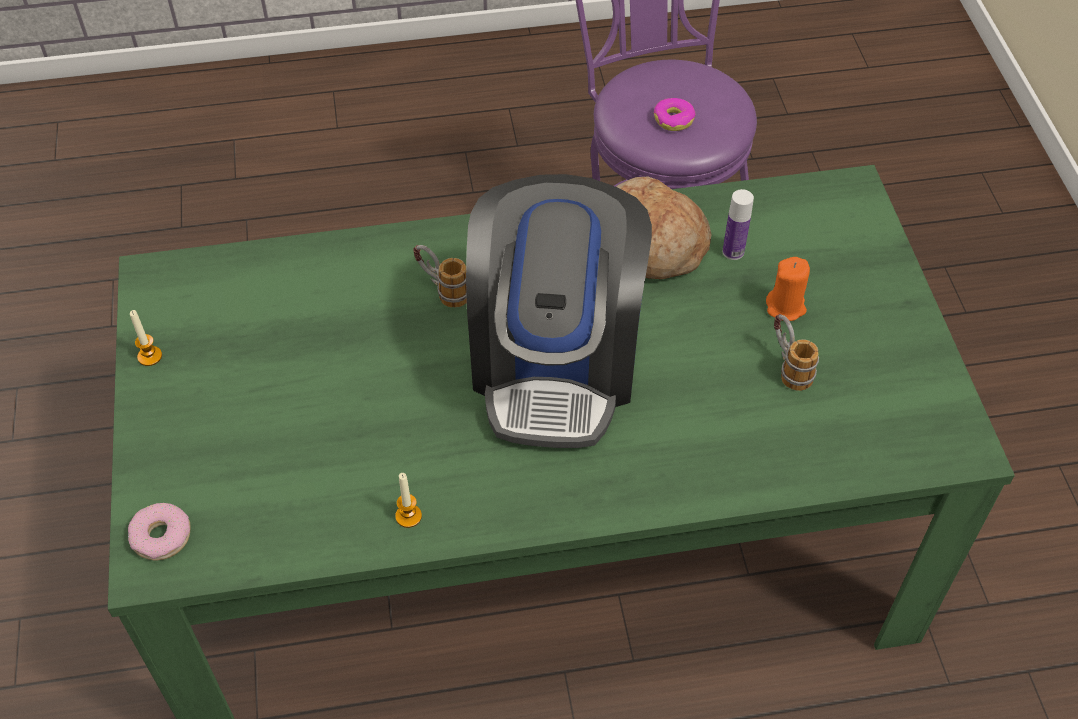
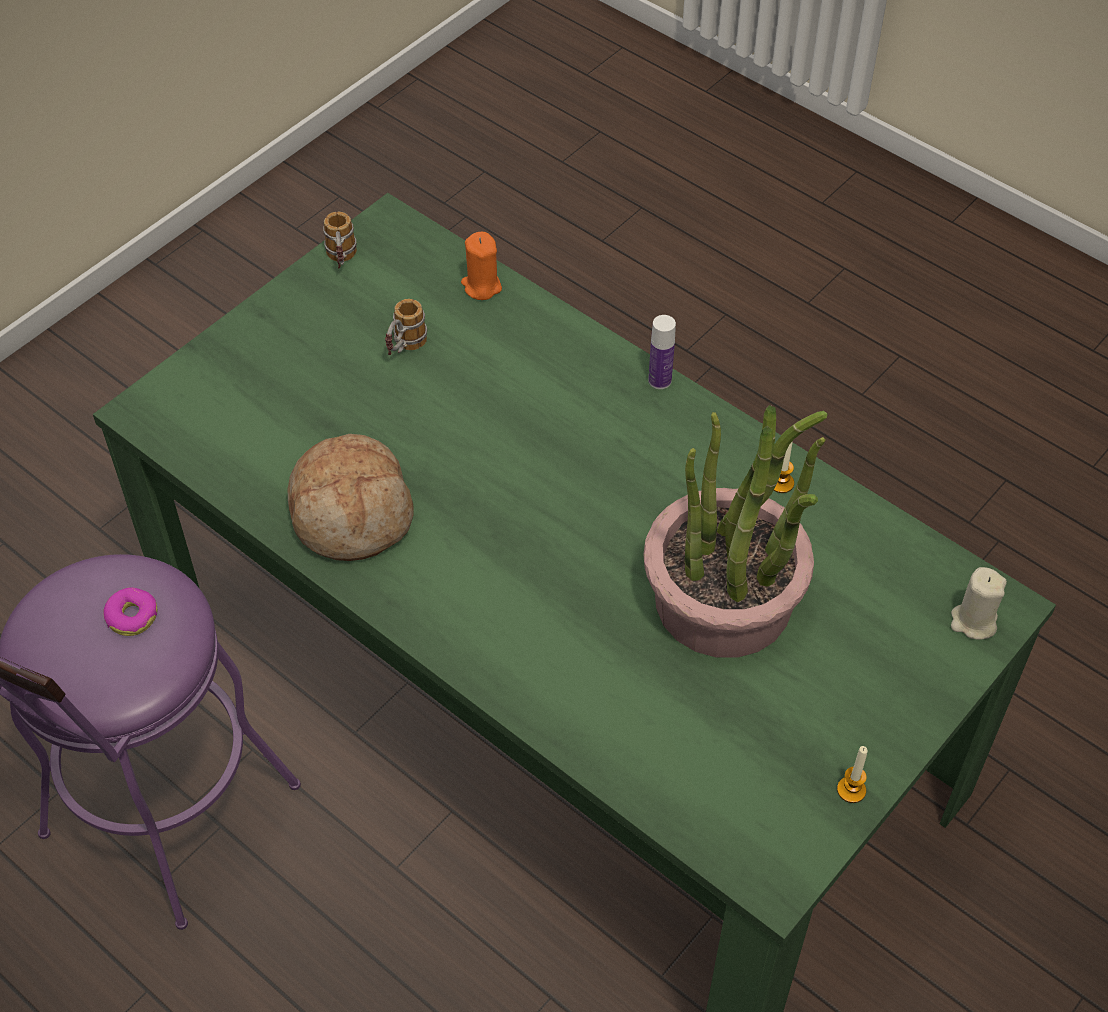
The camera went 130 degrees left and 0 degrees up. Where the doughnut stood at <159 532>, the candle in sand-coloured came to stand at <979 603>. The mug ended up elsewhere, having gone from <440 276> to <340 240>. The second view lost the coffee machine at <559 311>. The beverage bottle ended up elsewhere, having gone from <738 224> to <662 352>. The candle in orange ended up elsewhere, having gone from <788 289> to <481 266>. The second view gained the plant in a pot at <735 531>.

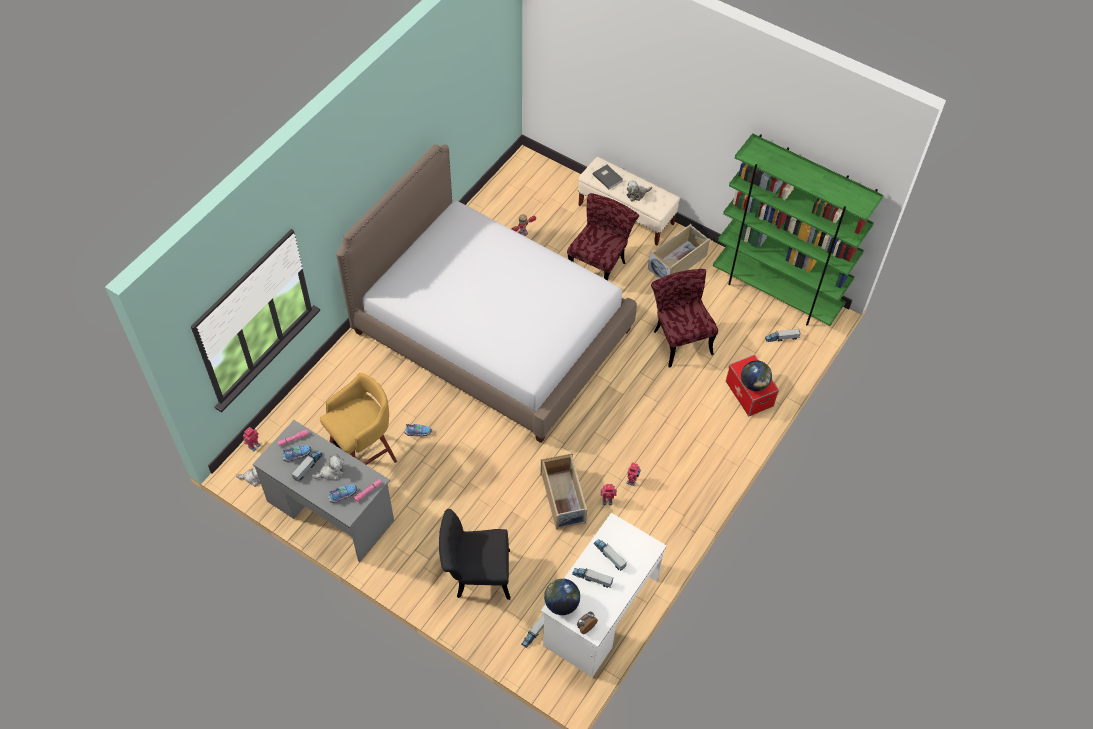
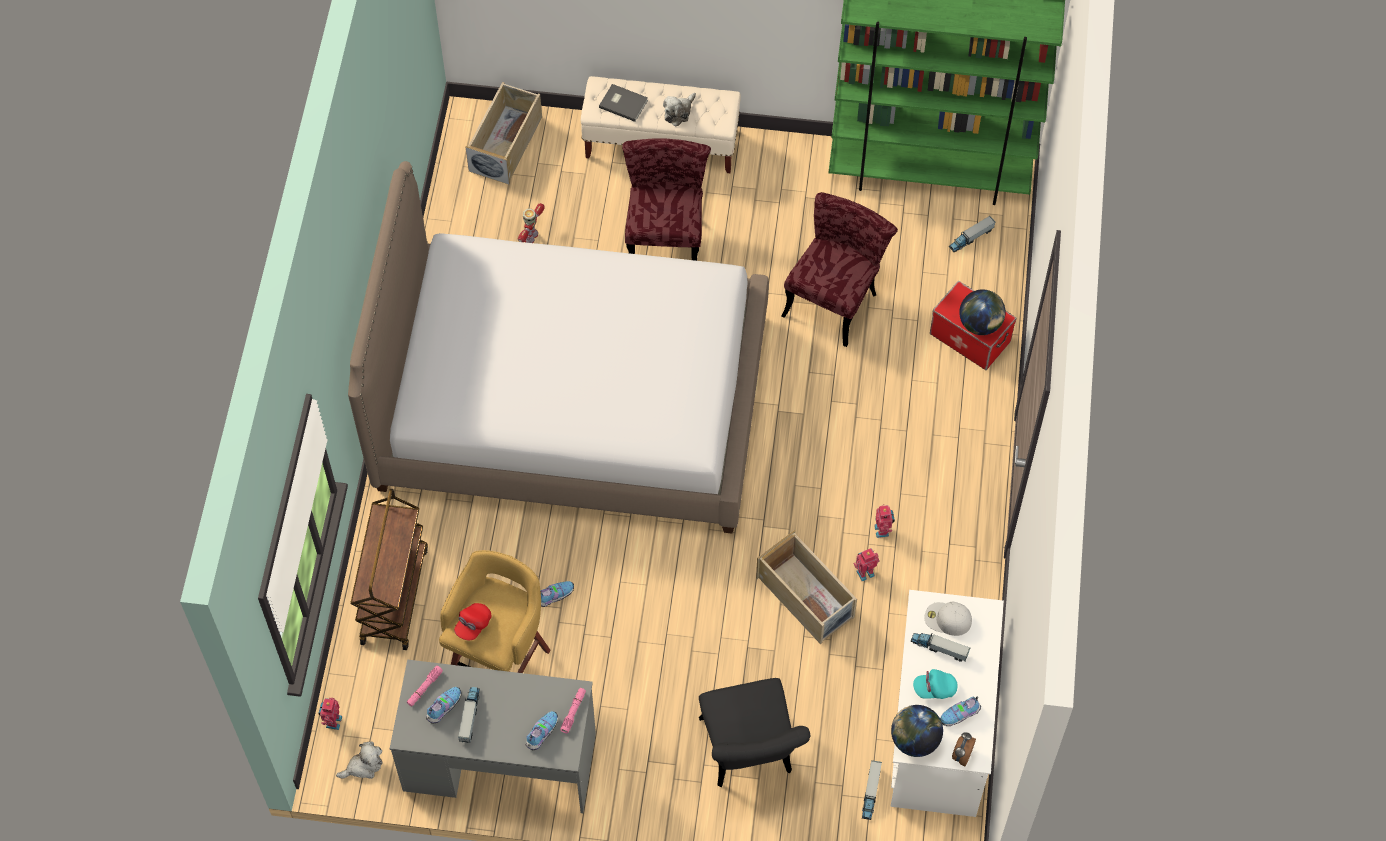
The camera went 25 degrees left and 5 degrees up. The second view lost the soft toy at <328 467>. The upright chair in black at <474 554> ended up facing another way, 75 degrees counterclockwise from before. Where the model truck stood at <592 578>, the cap in blue-green came to stand at <935 684>. The storage box in sand-coloured ended up elsewhere, having gone from <679 251> to <503 133>. The upright chair in red at <684 318> ended up facing another way, 75 degrees clockwise from before. The second view gained the cart in brownish at <389 569>. The second view gained the cap in red at <472 621>. The second view gained the cap in white-coloured at <948 619>. The second view gained the shoe at <960 711>.

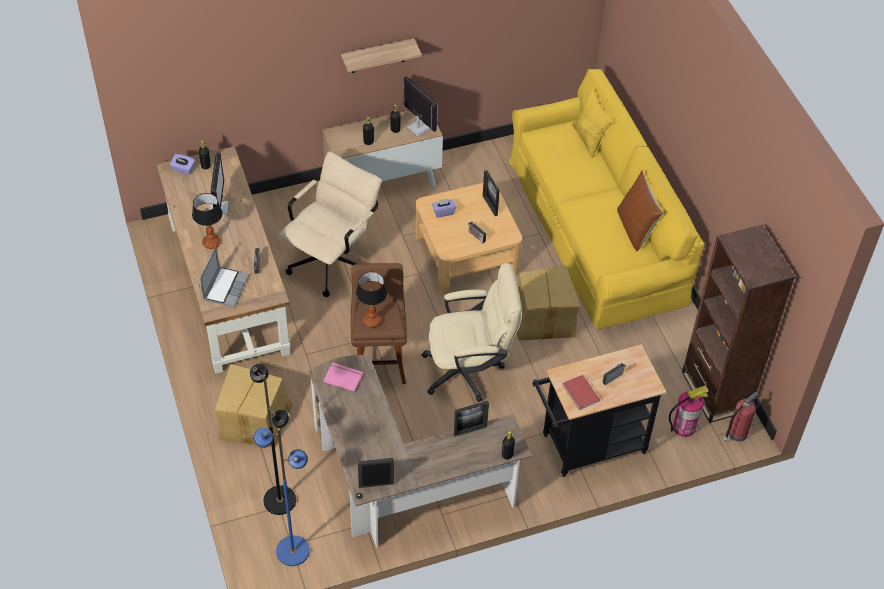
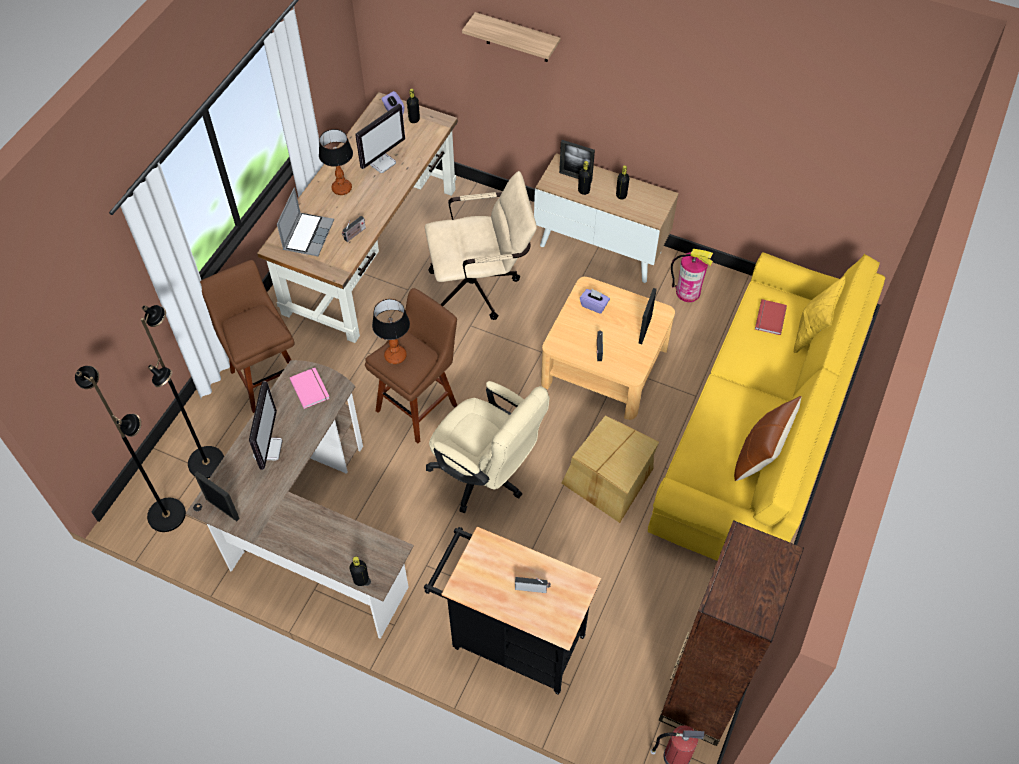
The camera went 45 degrees right and 5 degrees up. The notebook computer at <224 276> ended up facing another way, 45 degrees counterclockwise from before. Where the packing box stood at <253 406>, the sitting stool in brownish came to stand at <247 336>. What was the standing lamp in blue at <281 497> turned into the standing lamp in black at <130 449>. The wall shelf ended up elsewhere, having gone from <381 55> to <511 37>. The monitor ended up elsewhere, having gone from <420 106> to <266 425>. The standing frame ended up elsewhere, having gone from <471 419> to <577 161>. The volume in red ended up elsewhere, having gone from <581 392> to <771 317>. The fire-fighting cylinder ended up elsewhere, having gone from <689 411> to <692 275>.

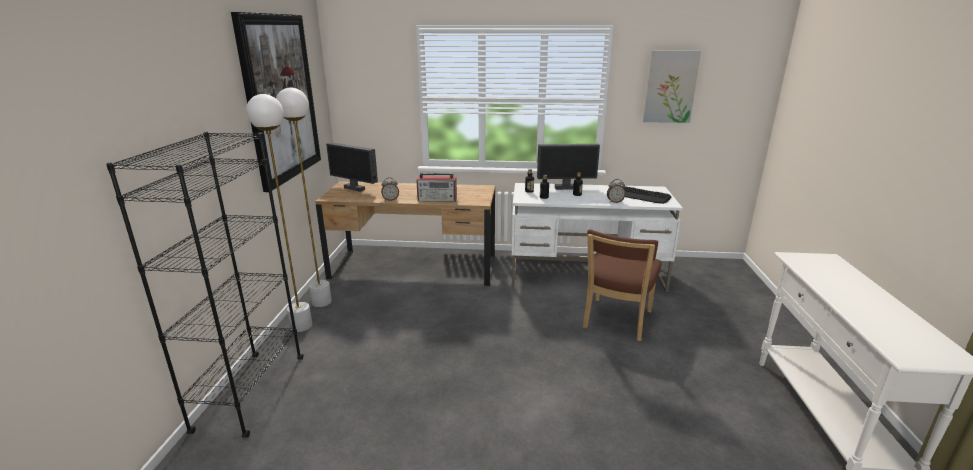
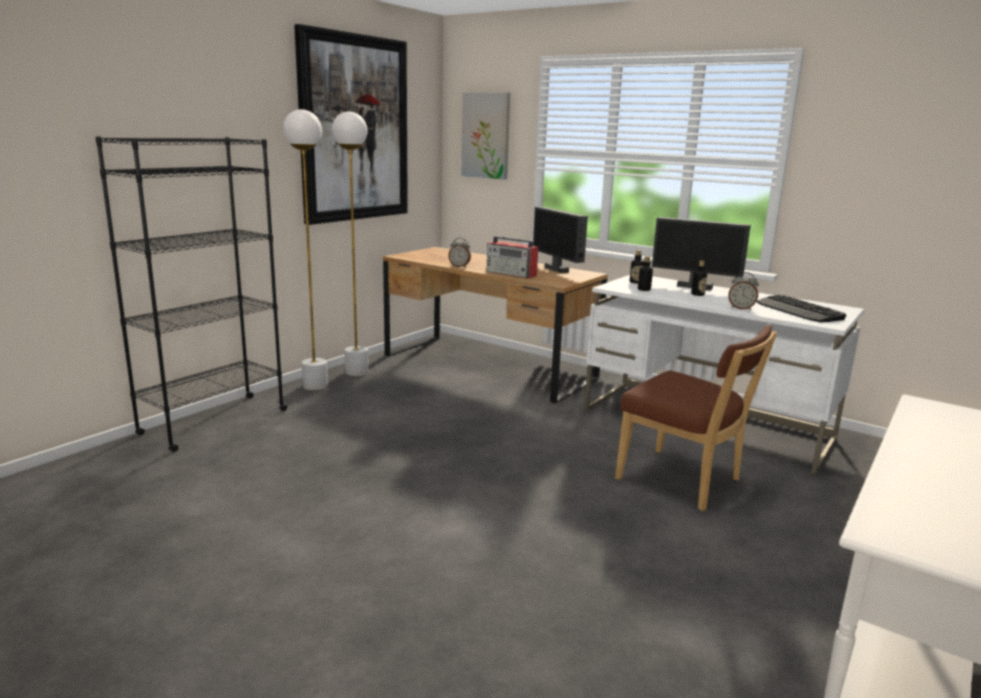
The camera went 30 degrees right and 5 degrees down. The monitor ended up elsewhere, having gone from <352 167> to <560 240>. The upright chair in brownish at <622 285> ended up facing another way, 105 degrees counterclockwise from before. The picture ended up elsewhere, having gone from <672 86> to <485 136>.

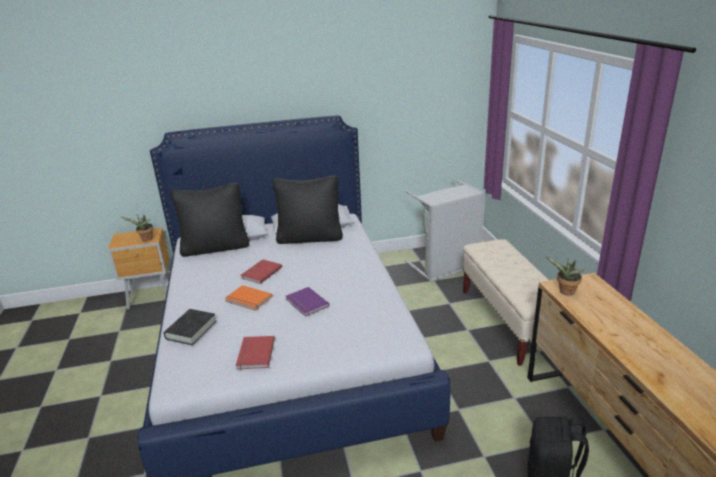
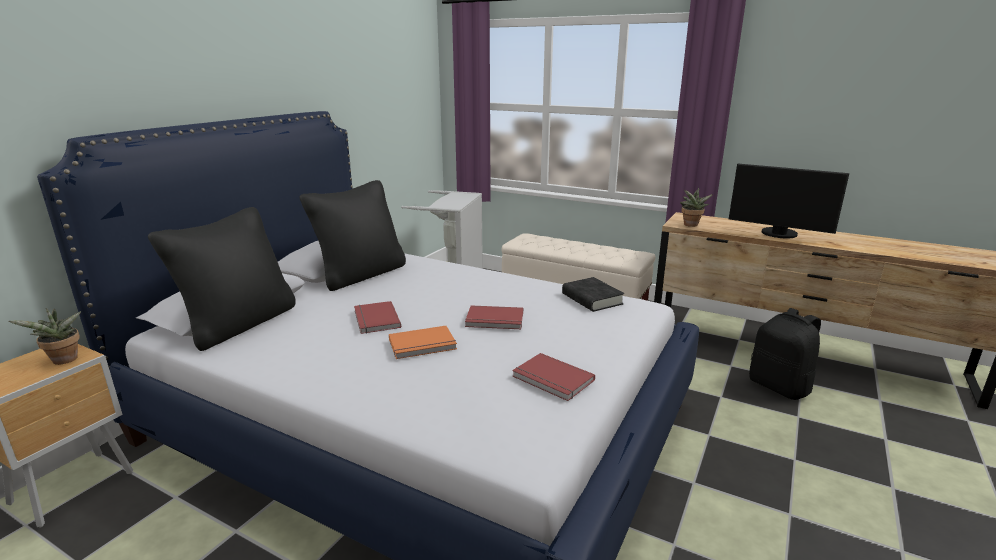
The camera went 50 degrees left and 5 degrees down. The volume in black ended up elsewhere, having gone from <190 327> to <593 294>. What was the volume in purple at <307 302> turned into the volume in red at <494 317>. The second view gained the monitor at <789 201>.

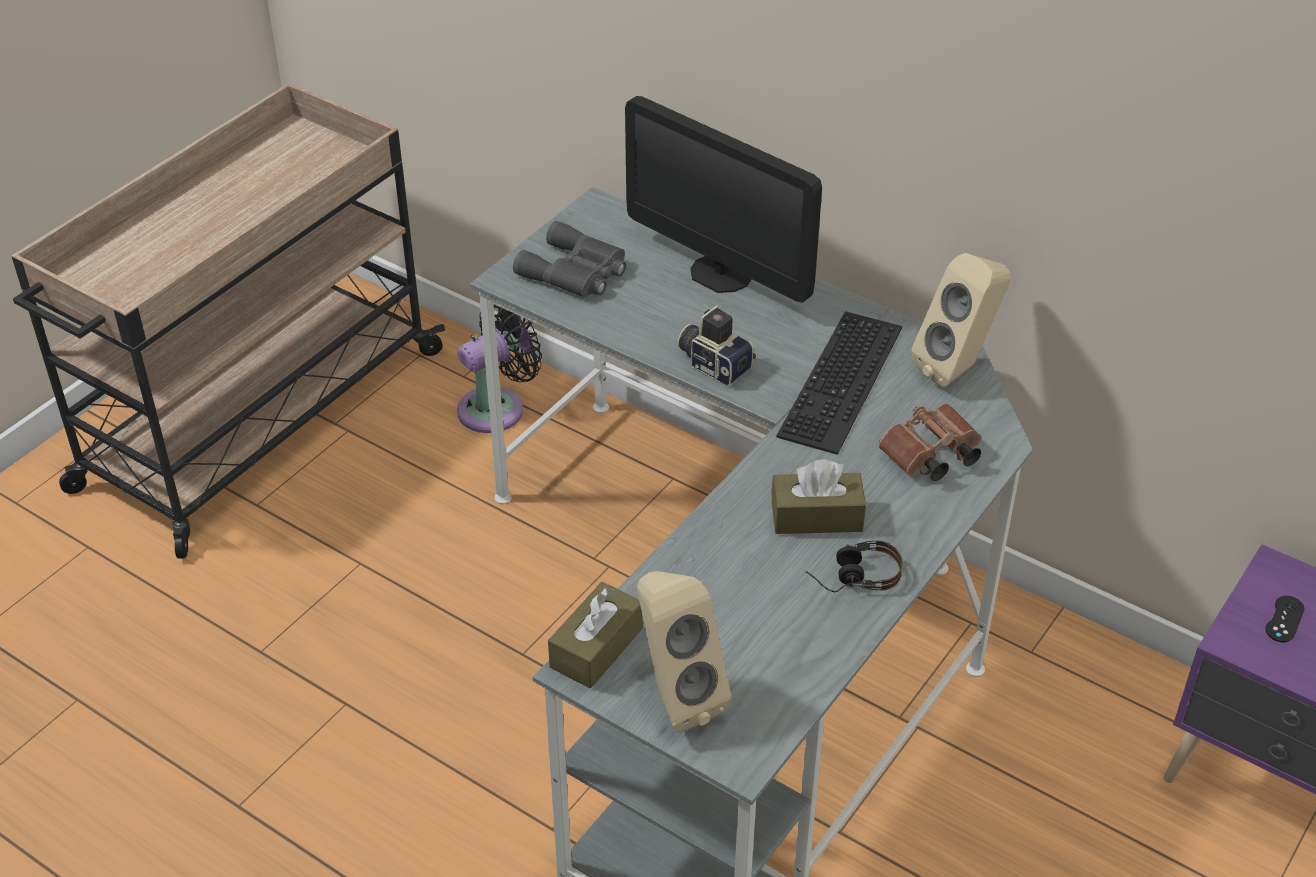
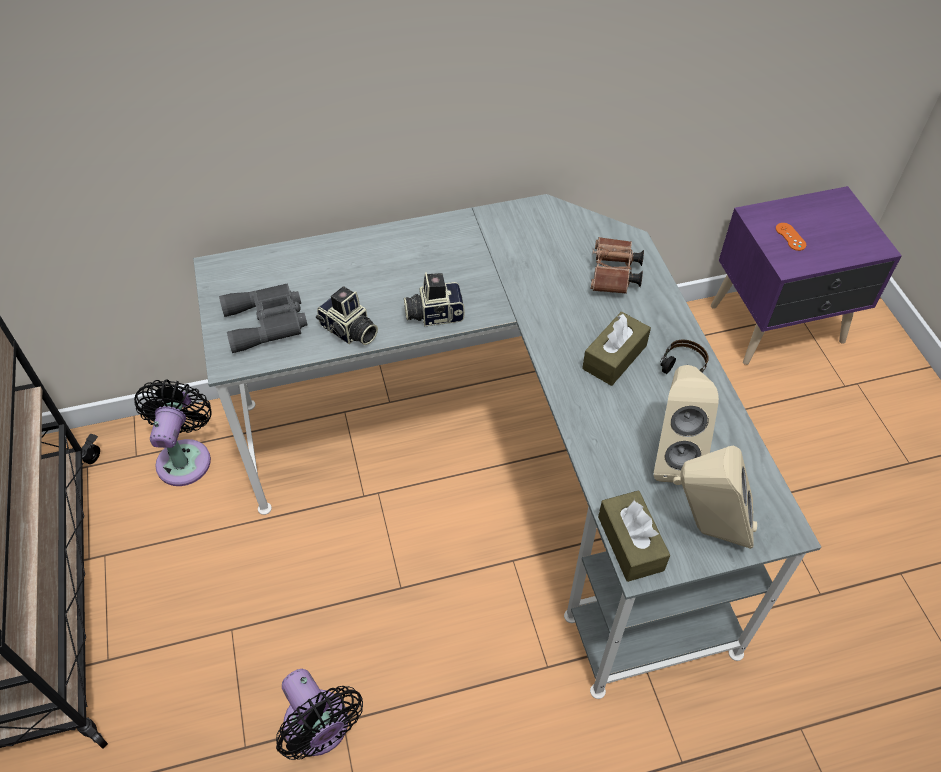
The camera went 50 degrees left and 10 degrees up. The second view lost the monitor at <723 199>. The second view lost the keyboard at <839 383>. The loudspeaker in sand-coloured ended up elsewhere, having gone from <961 320> to <686 425>. What was the joypad in black at <1285 619> turned into the joypad in orange at <791 237>. The second view gained the cooling fan in black at <319 714>. The second view gained the still camera at <347 315>.

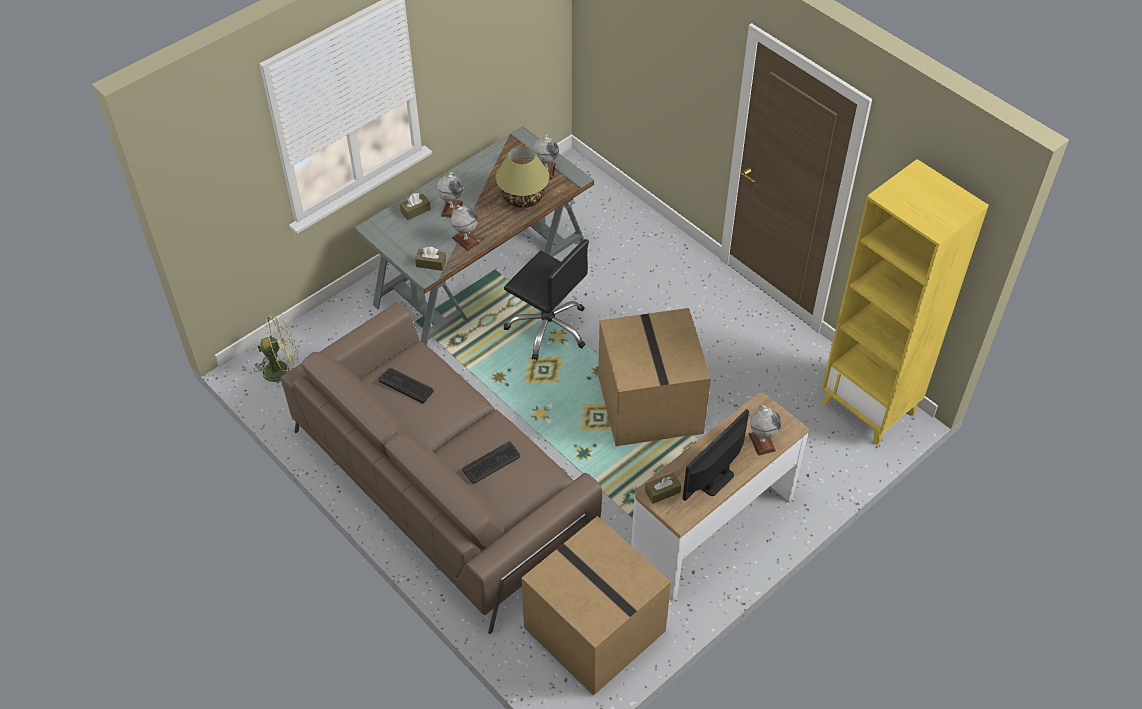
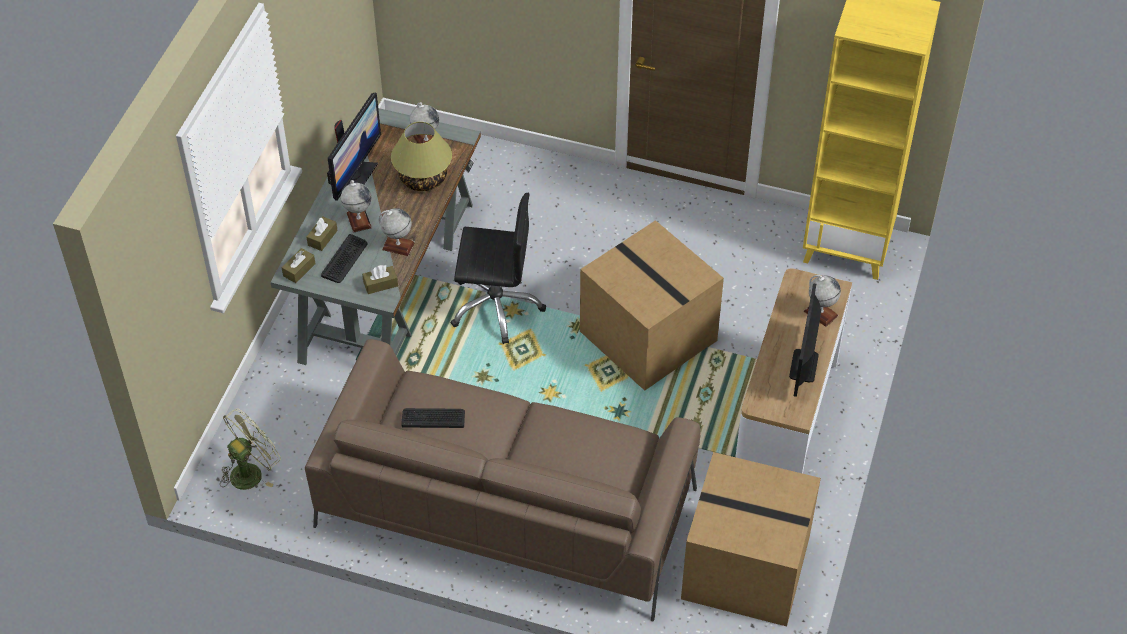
The camera went 30 degrees left and 0 degrees up. The keyboard ended up elsewhere, having gone from <491 462> to <344 258>. The tissue holder in brownish ended up elsewhere, having gone from <663 488> to <298 265>. The second view gained the monitor at <354 147>.

